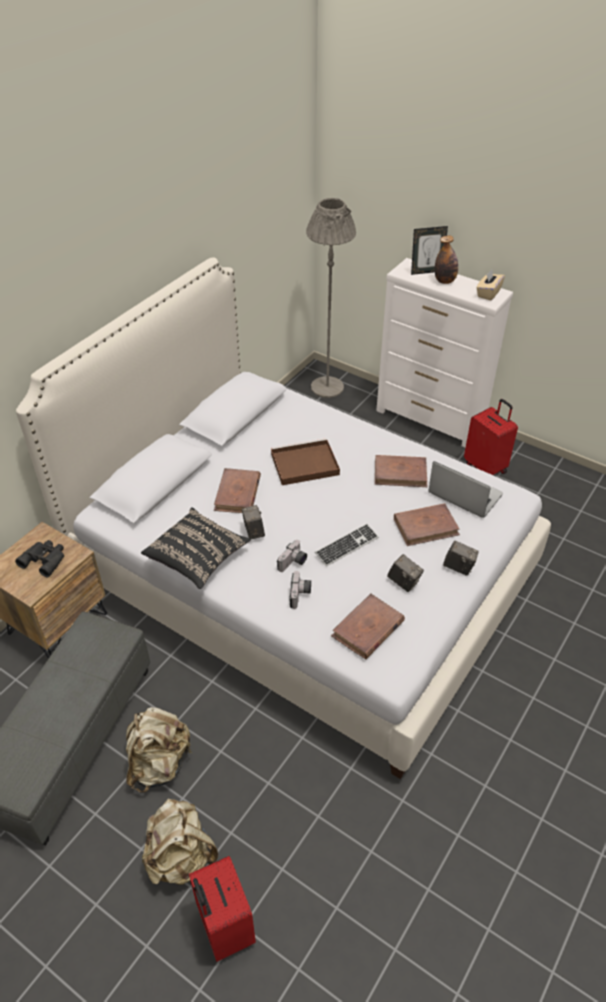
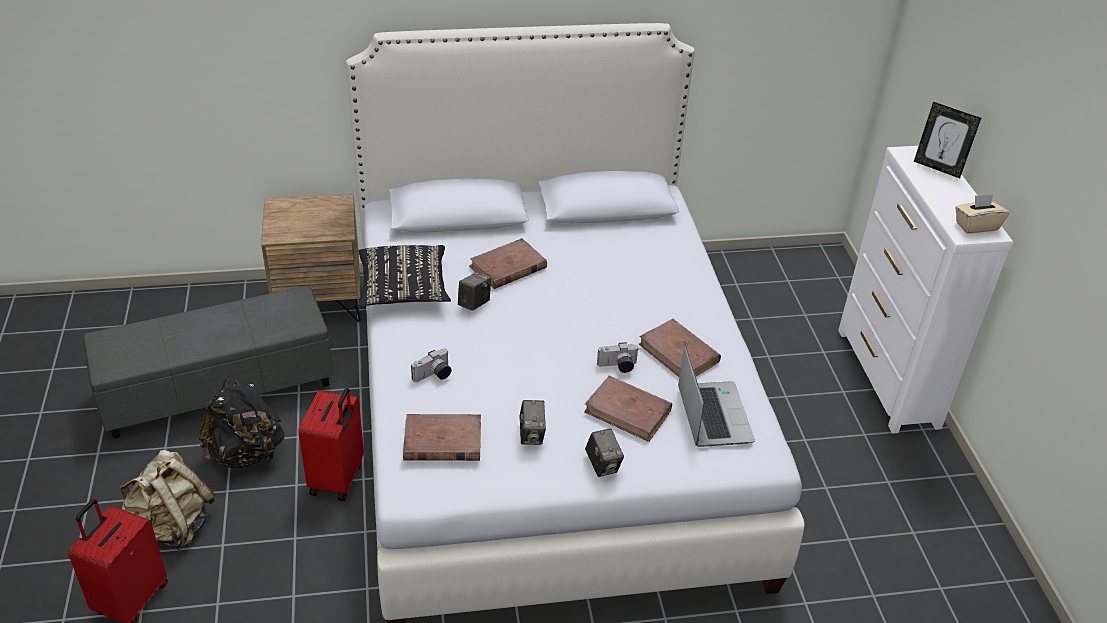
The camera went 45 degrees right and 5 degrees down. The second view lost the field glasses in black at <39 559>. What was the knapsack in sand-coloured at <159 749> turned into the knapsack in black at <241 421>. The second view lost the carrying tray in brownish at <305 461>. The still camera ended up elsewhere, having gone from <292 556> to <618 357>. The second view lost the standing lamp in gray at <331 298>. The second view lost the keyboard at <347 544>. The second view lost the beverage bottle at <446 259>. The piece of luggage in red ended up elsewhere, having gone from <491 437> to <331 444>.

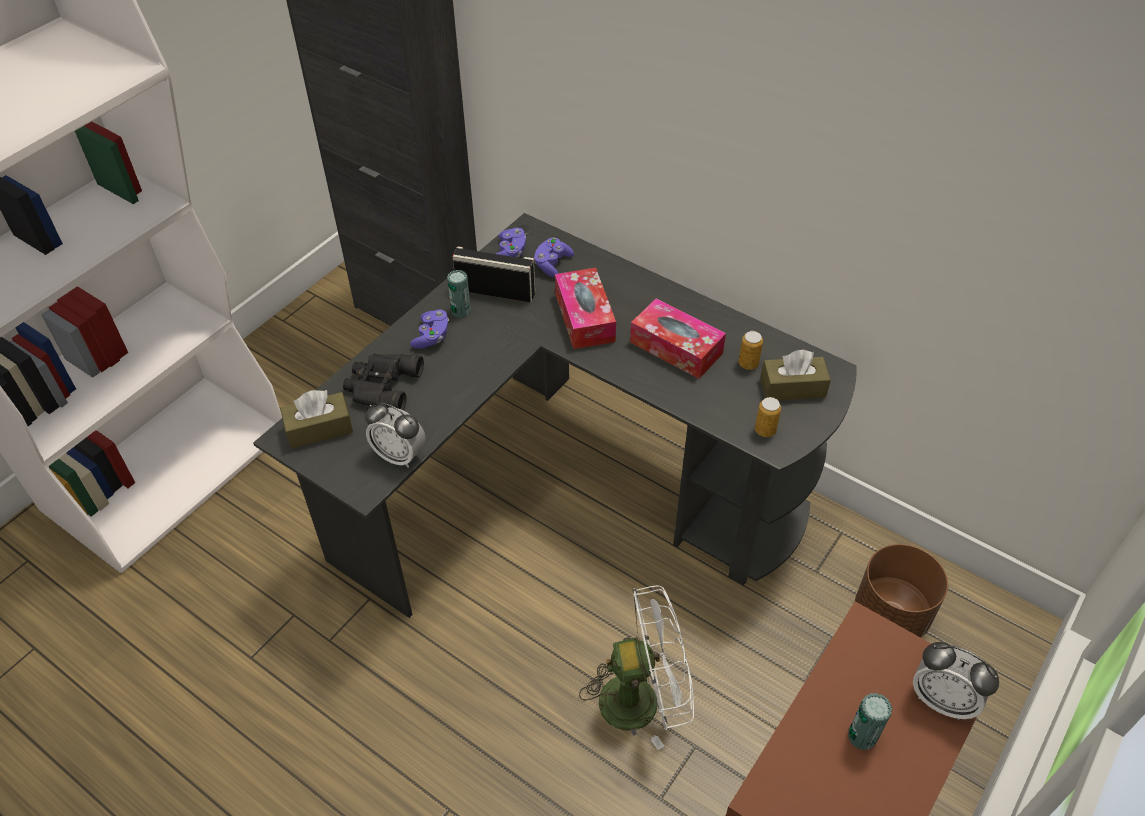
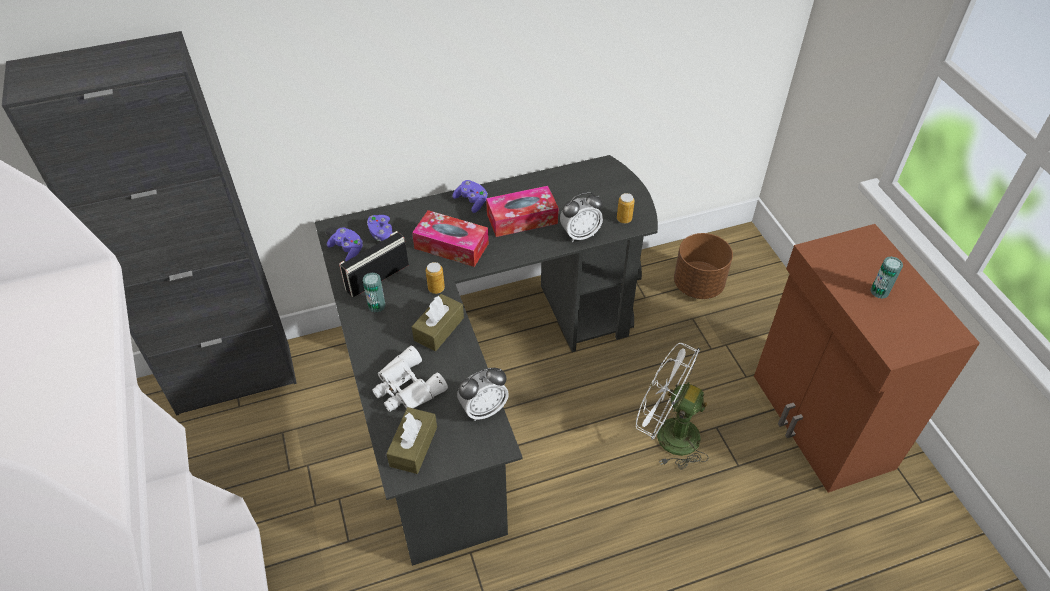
The camera went 55 degrees left and 0 degrees up. What was the field glasses in black at <383 382> turned into the field glasses in white-coloured at <410 379>. The joypad in purple ended up elsewhere, having gone from <429 329> to <470 196>. The cooling fan in white-coloured at <636 667> ended up facing another way, 90 degrees counterclockwise from before. The sealed can ended up elsewhere, having gone from <751 350> to <435 278>. The tissue holder in brownish ended up elsewhere, having gone from <796 374> to <438 322>. The table clock ended up elsewhere, having gone from <956 681> to <581 217>.

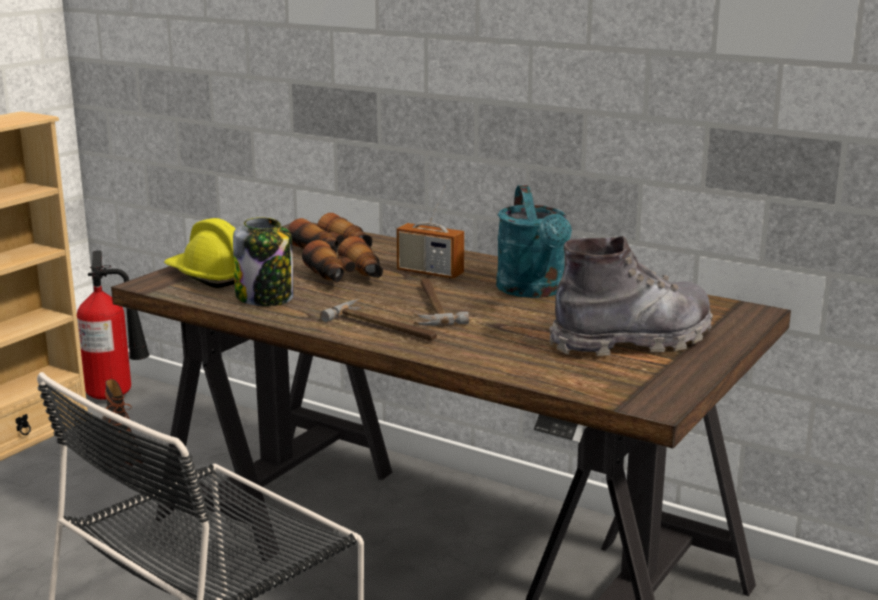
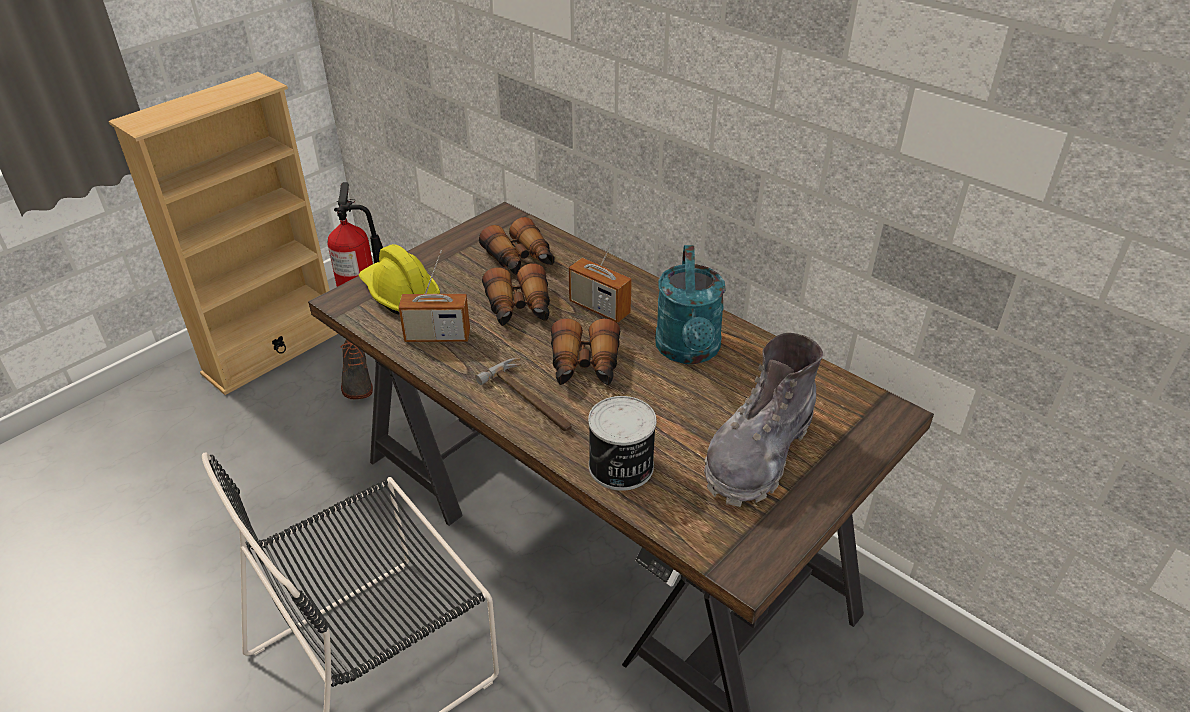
The camera went 10 degrees right and 20 degrees up. Where the jar stood at <263 261>, the radio receiver came to stand at <434 296>. Where the tool hammer stood at <441 302>, the field glasses came to stand at <585 351>. The tall boot in gray at <631 296> ended up facing another way, 135 degrees clockwise from before. The second view gained the sealed can at <622 443>.

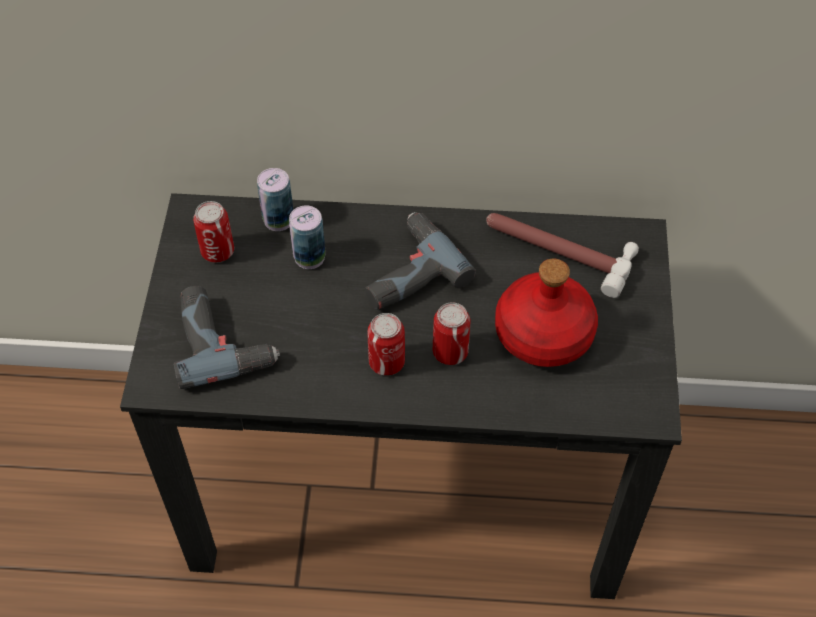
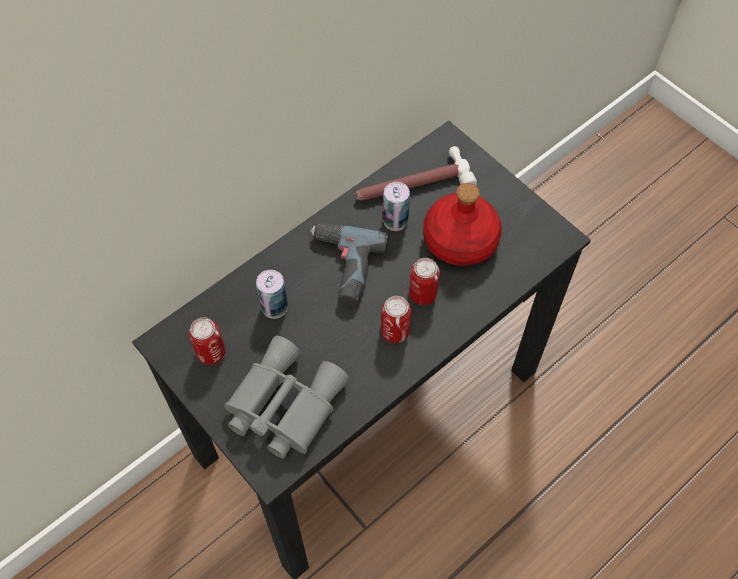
The camera went 45 degrees left and 5 degrees up. Where the drill stood at <227 337>, the field glasses in gray came to stand at <286 397>. The sealed can ended up elsewhere, having gone from <275 199> to <396 206>.

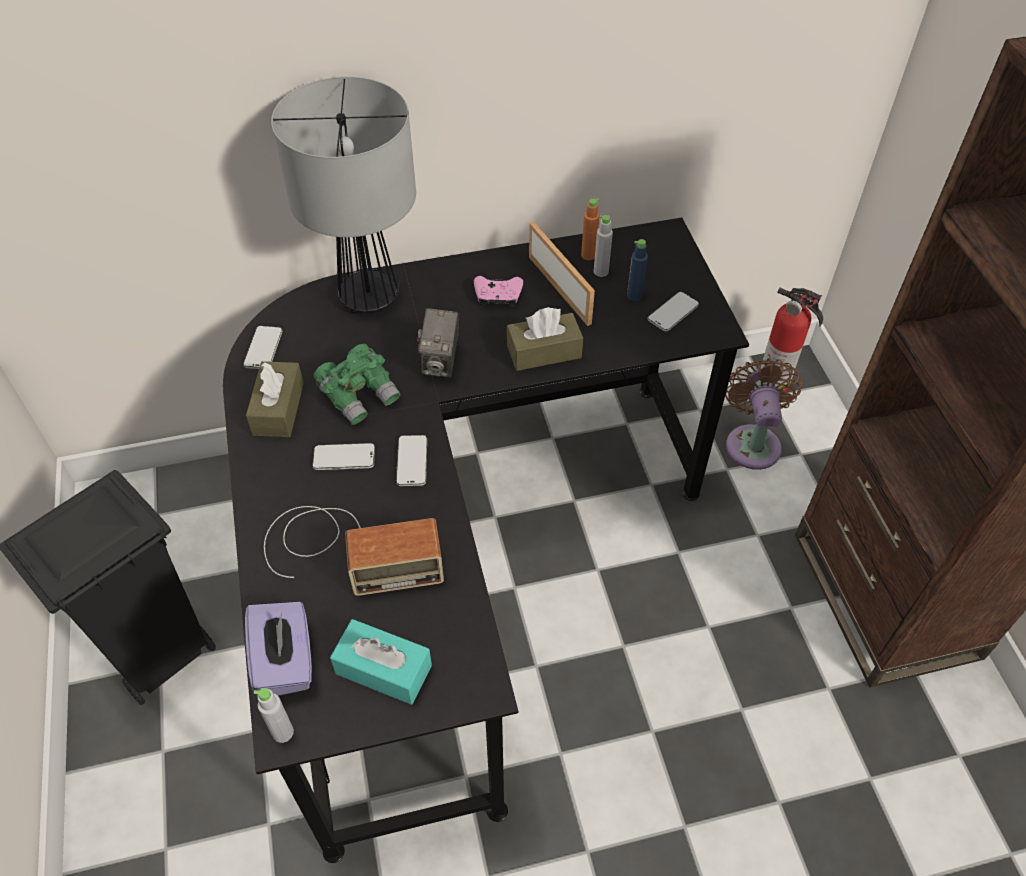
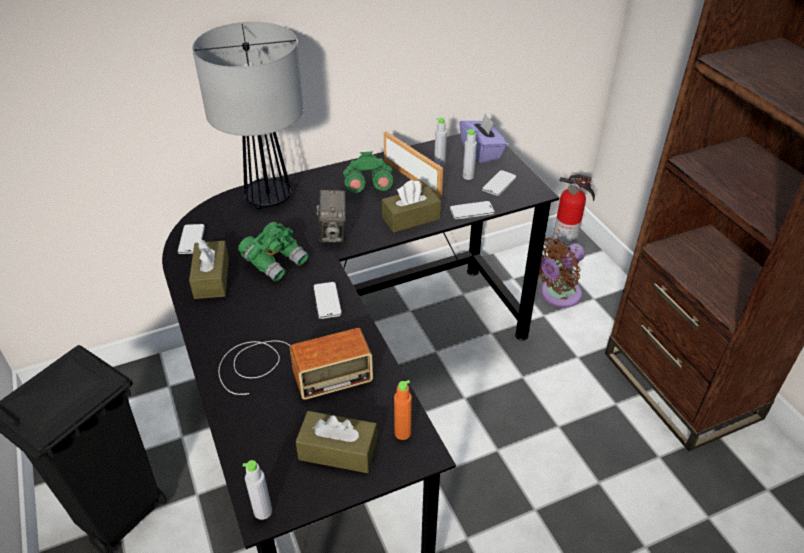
The camera went 10 degrees left and 10 degrees down. The tissue holder in purple ended up elsewhere, having gone from <278 649> to <483 138>. The handset ended up elsewhere, having gone from <344 456> to <472 210>. What was the tissue holder in blue-green at <381 662> turned into the tissue holder in brownish at <336 442>. Where the joypad in pink stood at <498 291>, the field glasses in greenish came to stand at <368 172>. The beverage bottle in orange ended up elsewhere, having gone from <590 229> to <403 410>. What was the beverage bottle in blue at <637 270> turned into the beverage bottle in gray at <470 154>. The cooling fan in brownish at <764 414> ended up facing another way, 120 degrees counterclockwise from before.

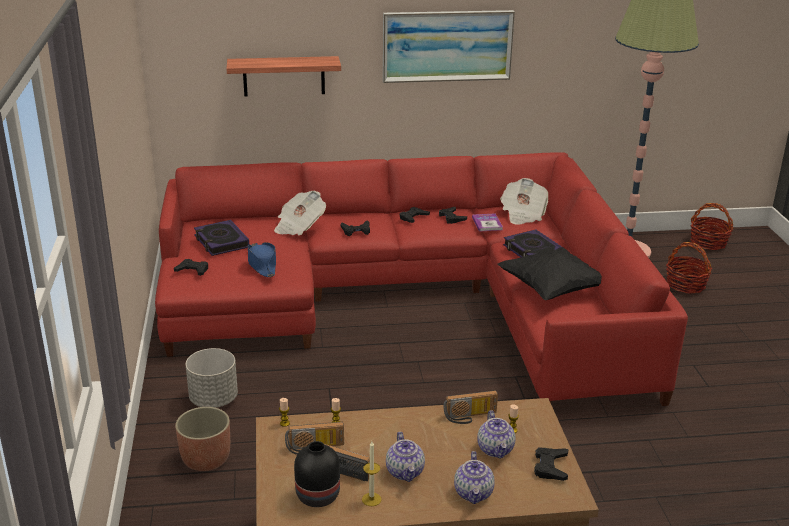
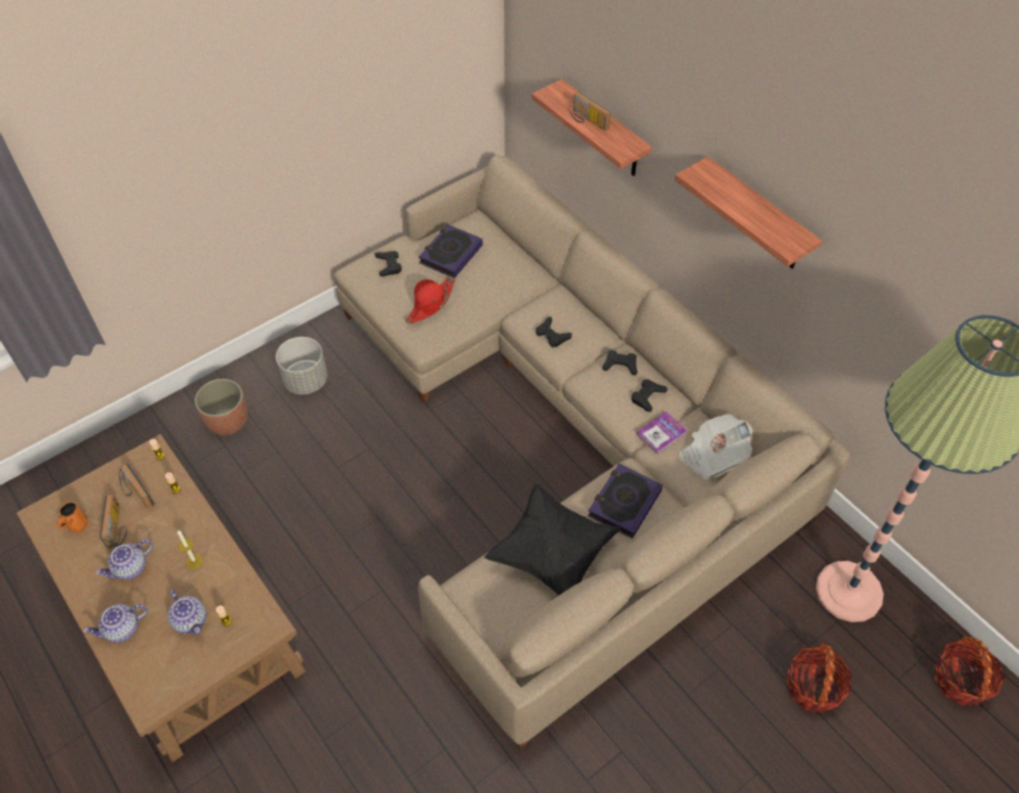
The camera went 60 degrees right and 25 degrees up. What was the settee in red at <421 279> turned into the settee in sand-coloured at <592 452>. What was the clothing hat in blue at <262 259> turned into the clothing hat in red at <430 300>. The second view lost the daily paper at <300 213>. Where the flower vase in black stood at <317 474>, the mug in orange came to stand at <72 517>. The candle ended up elsewhere, having gone from <372 473> to <190 549>. Where the picture hung at <449 46>, the wall shelf came to hang at <748 213>. The radio receiver ended up elsewhere, having gone from <470 407> to <590 111>. The teapot at <496 434> ended up facing another way, 90 degrees counterclockwise from before. The second view lost the joypad in black at <551 464>.

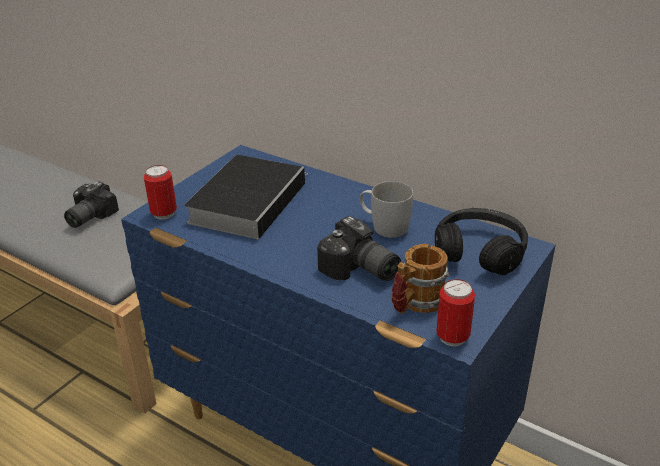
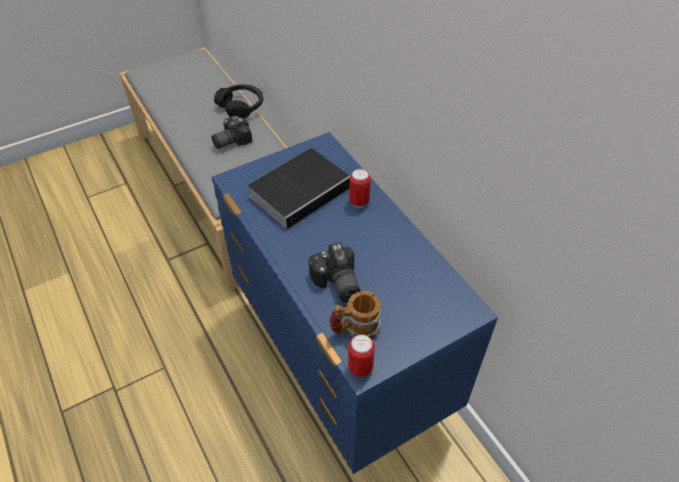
The camera went 25 degrees right and 15 degrees up. The sealed can ended up elsewhere, having gone from <160 192> to <360 188>. The second view lost the mug in white-coloured at <386 209>. The headphones in black ended up elsewhere, having gone from <481 241> to <238 101>.

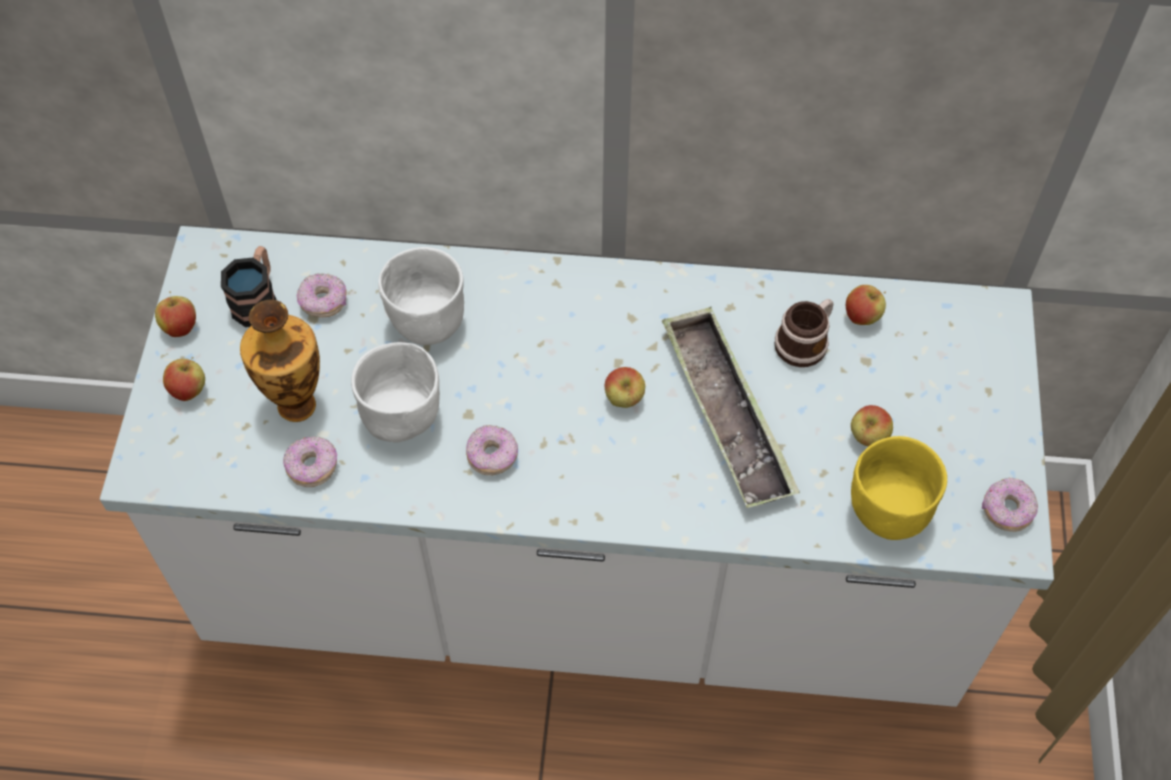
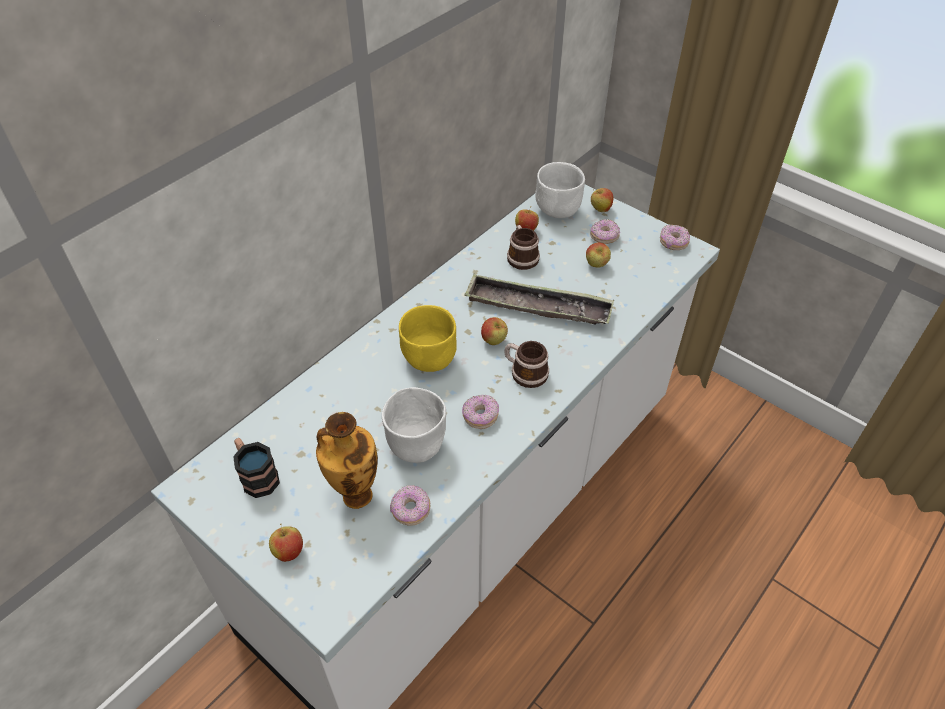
The camera went 55 degrees left and 10 degrees down. The whole apple ended up elsewhere, having gone from <175 314> to <602 200>. The doughnut ended up elsewhere, having gone from <322 296> to <605 231>. The bowl in white-coloured ended up elsewhere, having gone from <421 296> to <560 190>. The bowl in yellow-coloured ended up elsewhere, having gone from <899 488> to <428 338>. The second view gained the mug at <526 364>.

